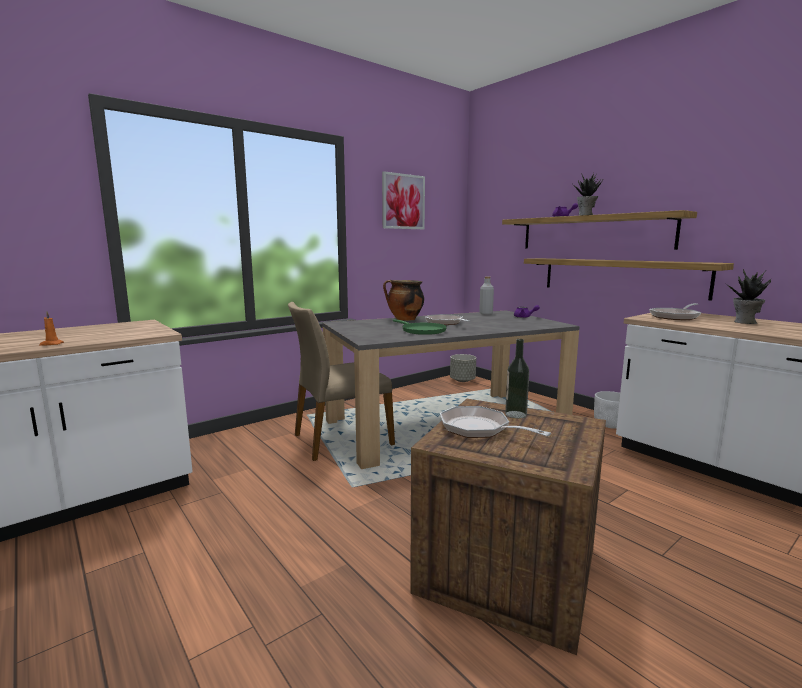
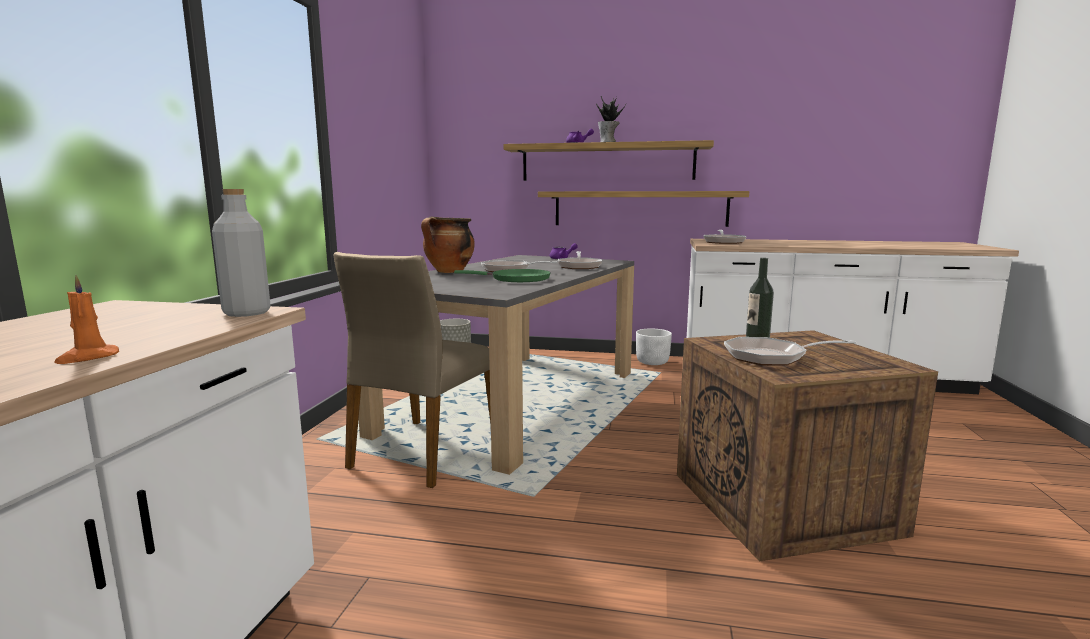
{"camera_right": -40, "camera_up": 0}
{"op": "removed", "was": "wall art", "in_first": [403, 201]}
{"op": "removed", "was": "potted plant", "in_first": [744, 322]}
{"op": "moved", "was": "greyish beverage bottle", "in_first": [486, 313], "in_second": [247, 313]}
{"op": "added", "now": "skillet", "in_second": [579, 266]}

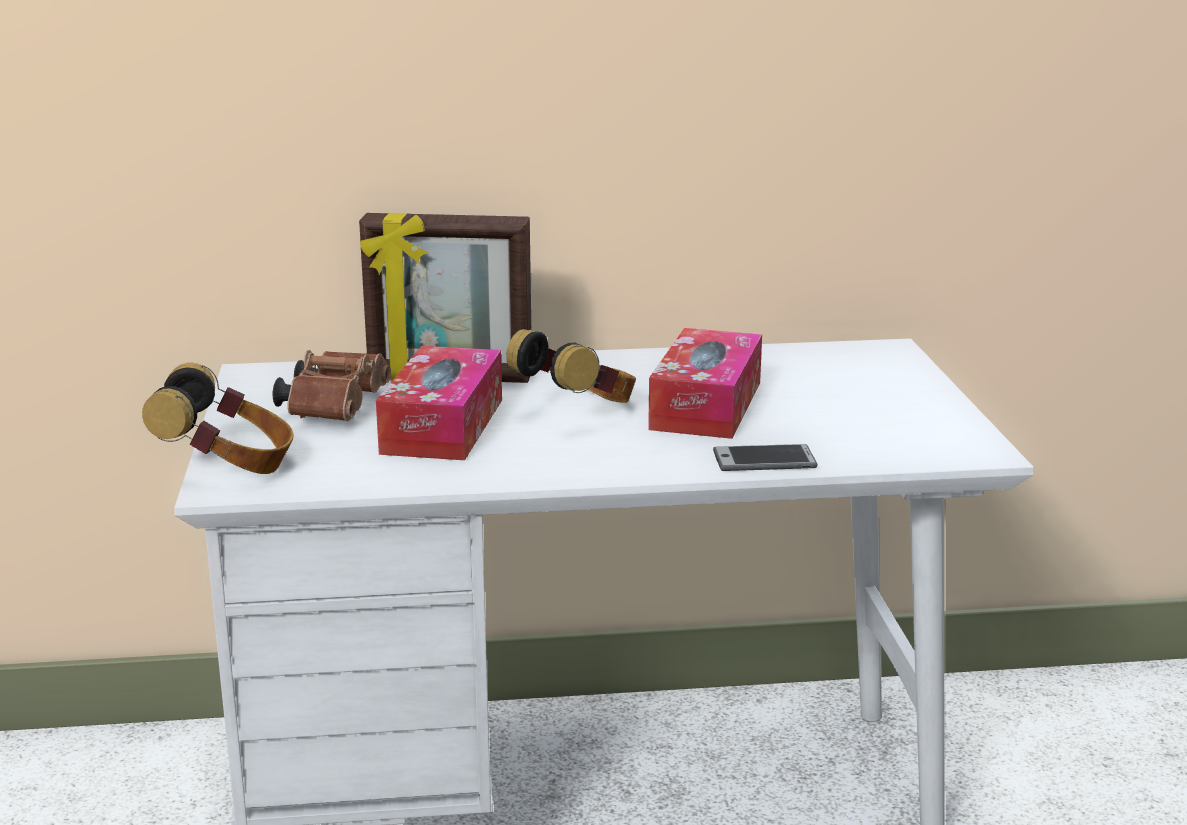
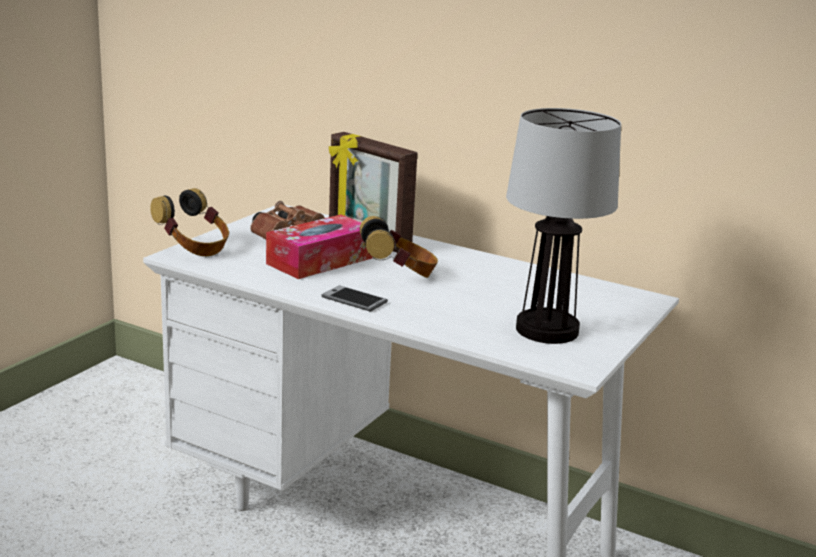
{"camera_right": 35, "camera_up": 0}
{"op": "removed", "was": "tissue box", "in_first": [706, 405]}
{"op": "moved", "was": "phone", "in_first": [764, 460], "in_second": [354, 300]}
{"op": "added", "now": "lamp for a table", "in_second": [548, 330]}

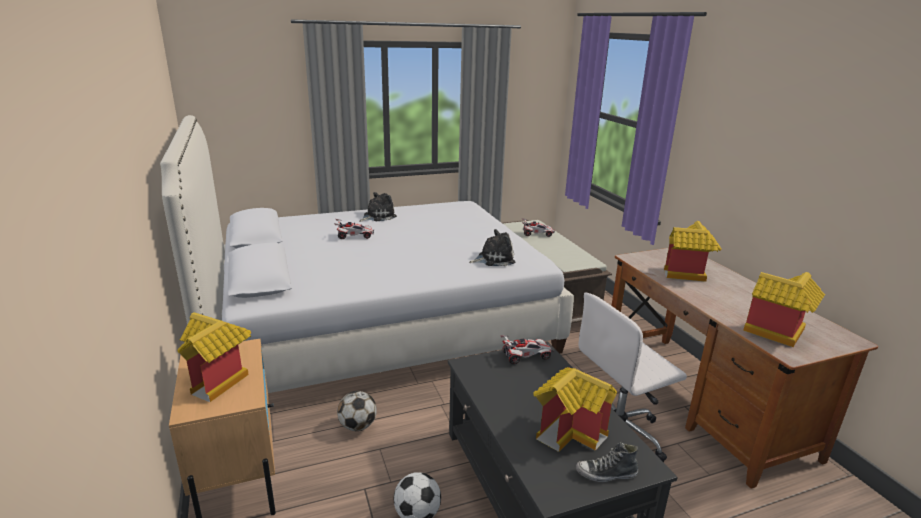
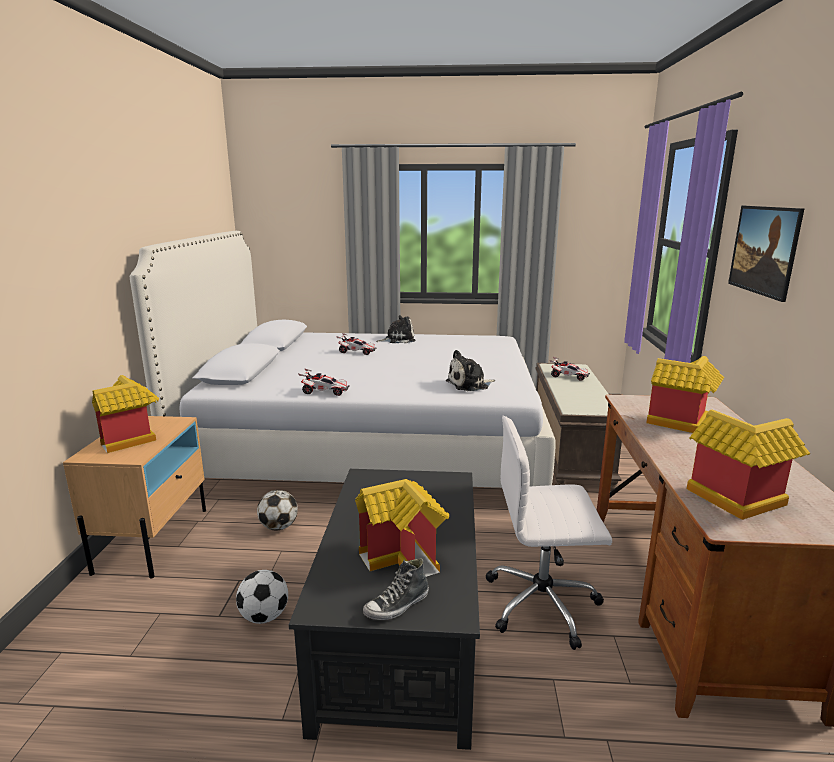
{"camera_right": 25, "camera_up": -5}
{"op": "turned", "was": "cuddly toy", "in_first": [494, 259], "in_second": [469, 385], "clockwise": 150}
{"op": "moved", "was": "toy car", "in_first": [525, 356], "in_second": [325, 392]}
{"op": "turned", "was": "shoe", "in_first": [606, 474], "in_second": [397, 606], "clockwise": -60}
{"op": "added", "now": "wall art", "in_second": [759, 271]}

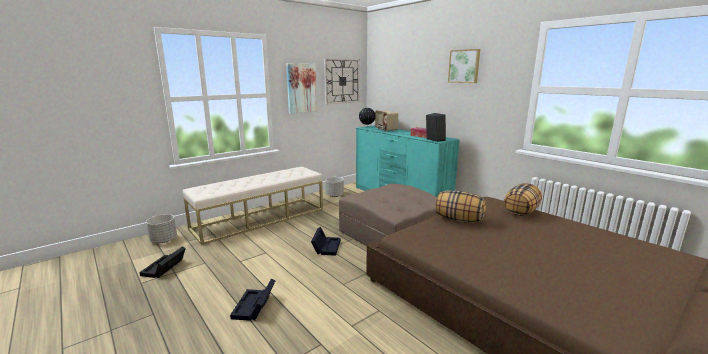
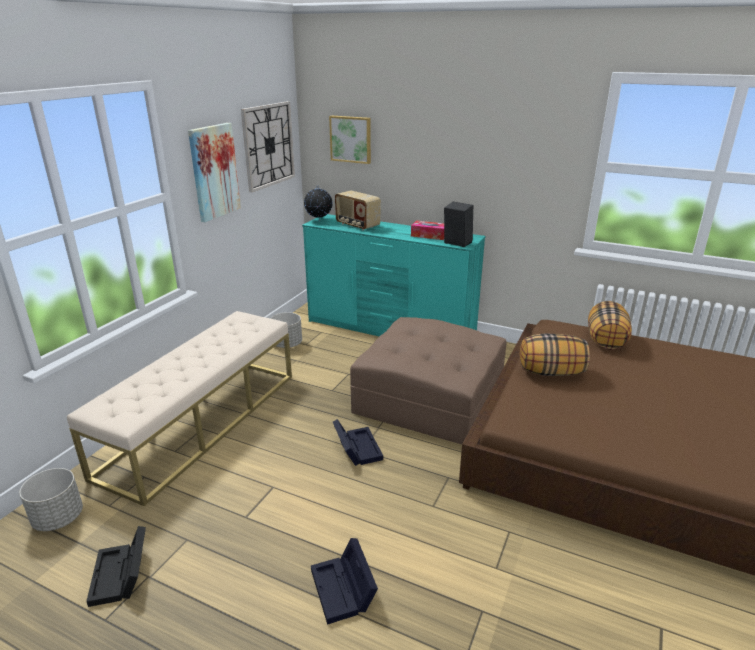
{"camera_right": -25, "camera_up": 10}
{"op": "moved", "was": "wall art", "in_first": [464, 66], "in_second": [351, 139]}

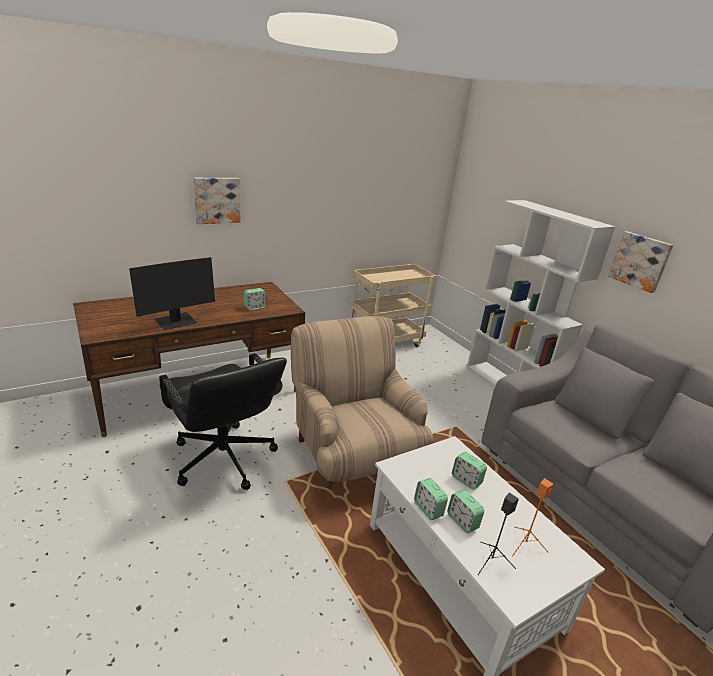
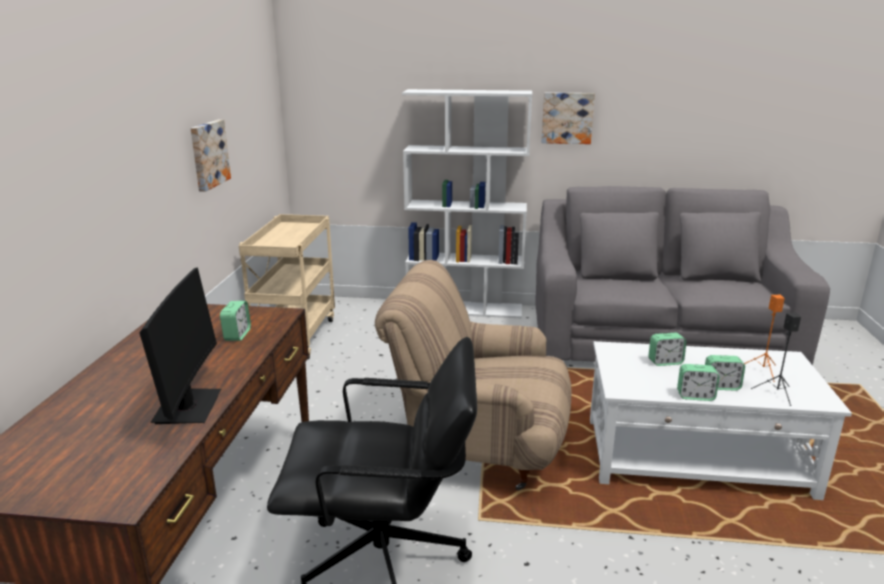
{"camera_right": -50, "camera_up": -5}
{"op": "moved", "was": "wall art", "in_first": [217, 200], "in_second": [208, 154]}

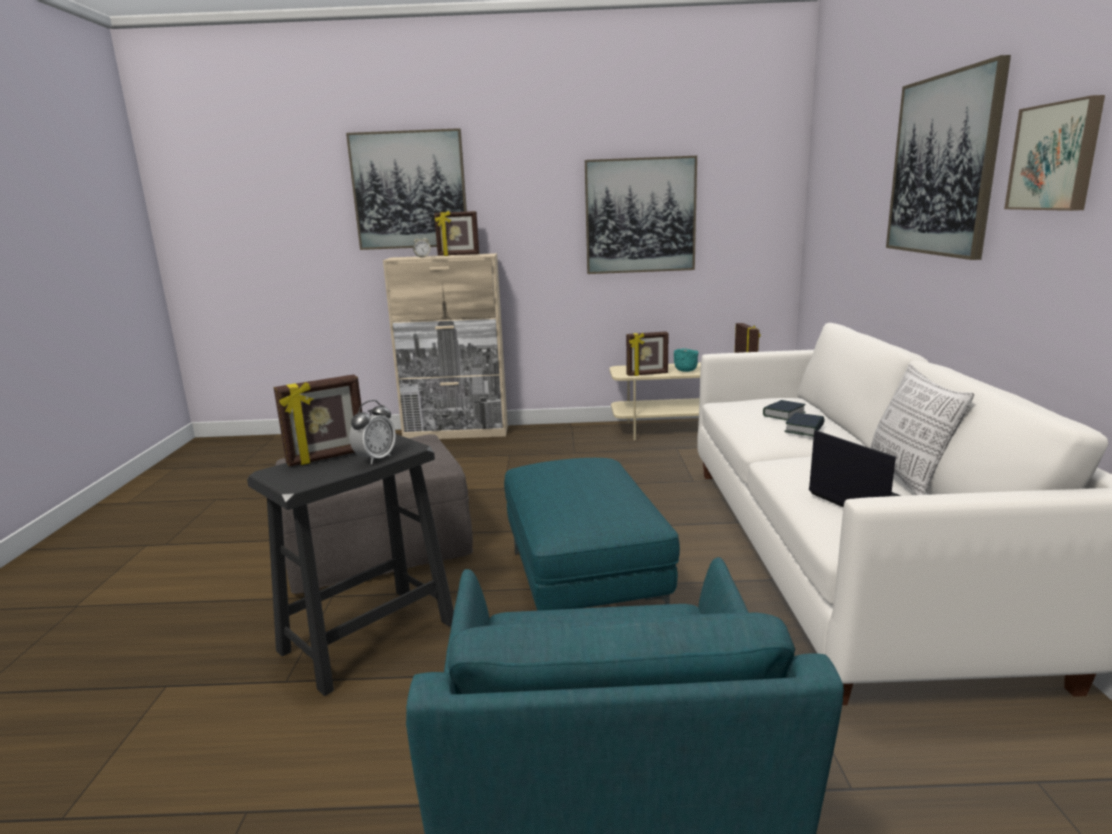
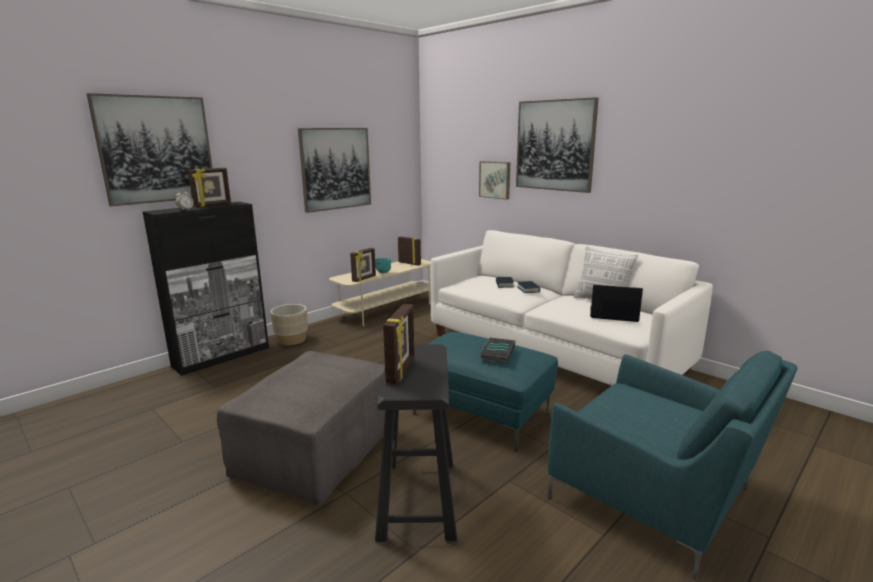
{"camera_right": -45, "camera_up": 0}
{"op": "moved", "was": "wall art", "in_first": [1056, 157], "in_second": [495, 179]}
{"op": "recoloured", "was": "sand-coloured storage cabinet", "now": "black-coloured storage cabinet", "in_first": [457, 433], "in_second": [222, 356]}
{"op": "removed", "was": "bedside clock", "in_first": [375, 459]}
{"op": "added", "now": "sand-coloured planter", "in_second": [292, 340]}
{"op": "added", "now": "volume", "in_second": [497, 353]}

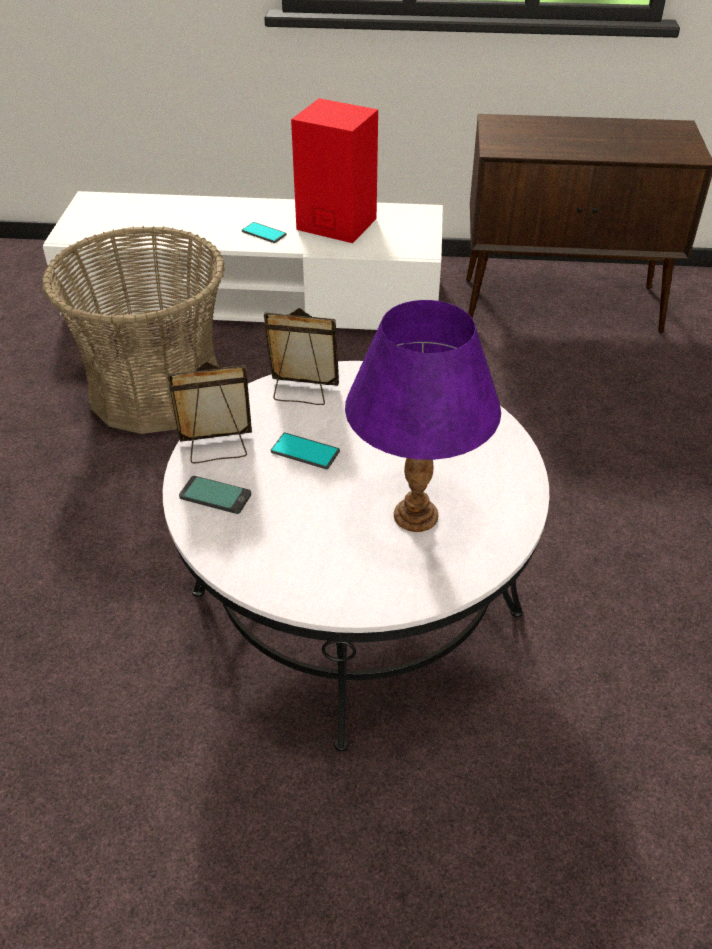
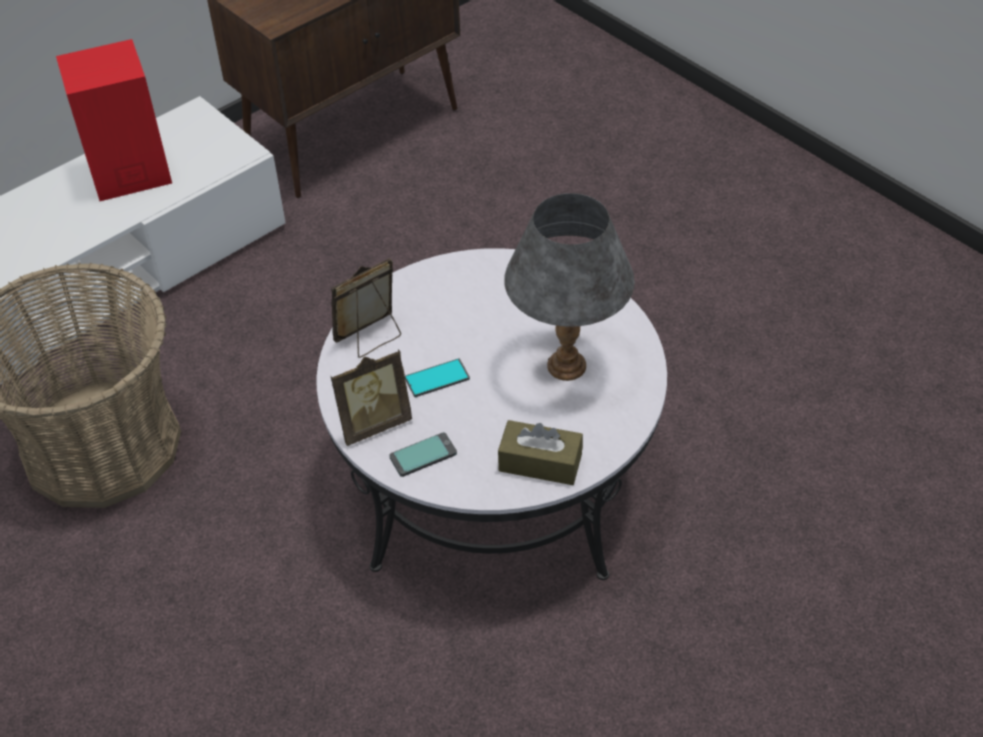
{"camera_right": -45, "camera_up": 5}
{"op": "removed", "was": "phone", "in_first": [264, 233]}
{"op": "recoloured", "was": "purple lamp for a table", "now": "greyish lamp for a table", "in_first": [414, 515], "in_second": [565, 366]}
{"op": "turned", "was": "standing frame", "in_first": [217, 448], "in_second": [373, 423], "clockwise": -150}
{"op": "added", "now": "brownish tissue box", "in_second": [540, 463]}

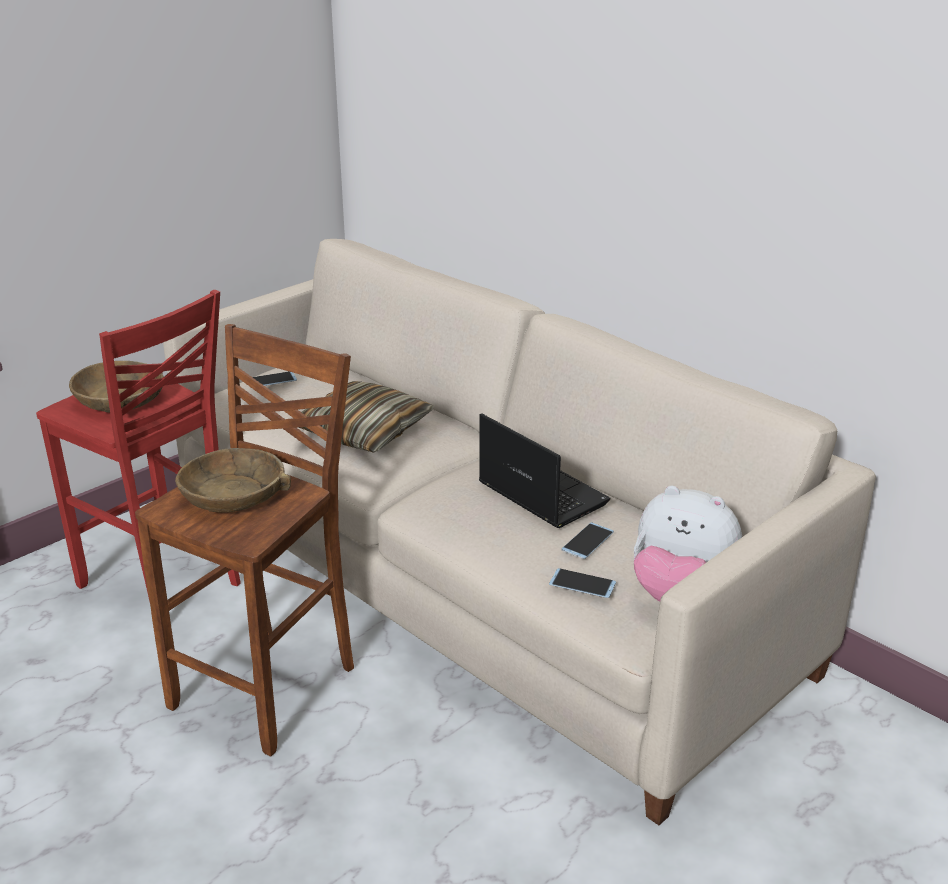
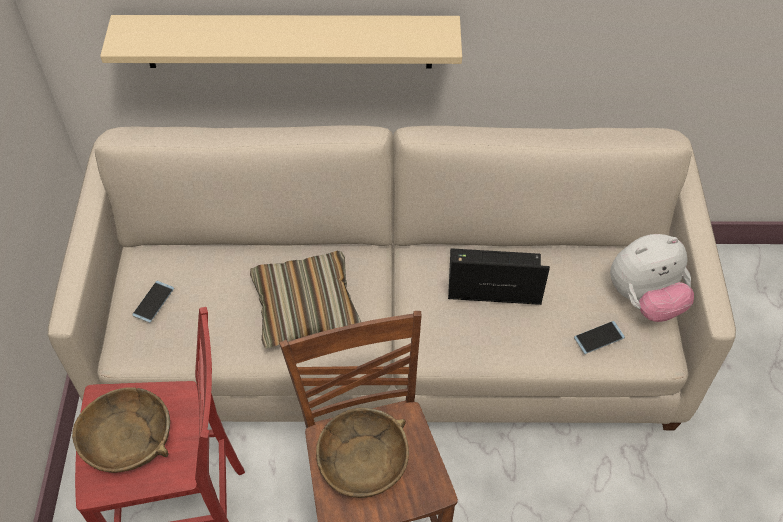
{"camera_right": -45, "camera_up": 25}
{"op": "removed", "was": "phone", "in_first": [587, 541]}
{"op": "added", "now": "sand-coloured shelf", "in_second": [288, 41]}

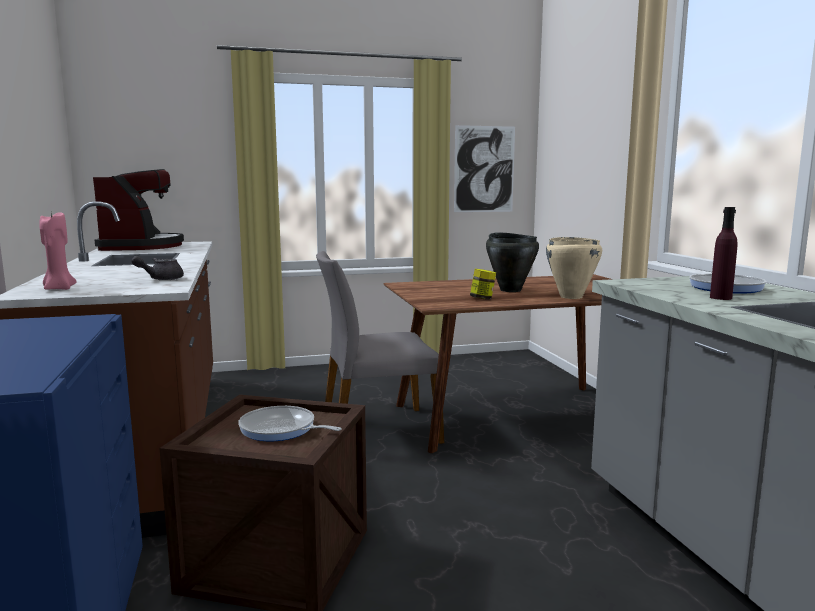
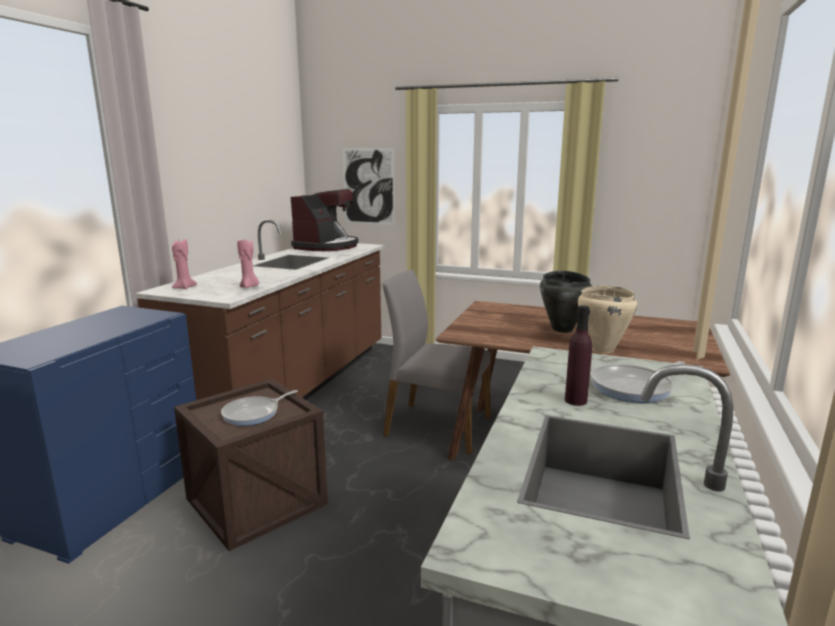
{"camera_right": 35, "camera_up": 5}
{"op": "moved", "was": "wall art", "in_first": [484, 169], "in_second": [368, 186]}
{"op": "replaced", "was": "greyish teapot", "now": "pink wax candle", "in_first": [161, 279], "in_second": [249, 287]}
{"op": "removed", "was": "jar", "in_first": [482, 299]}
{"op": "turned", "was": "skillet", "in_first": [281, 429], "in_second": [254, 413], "clockwise": -105}

